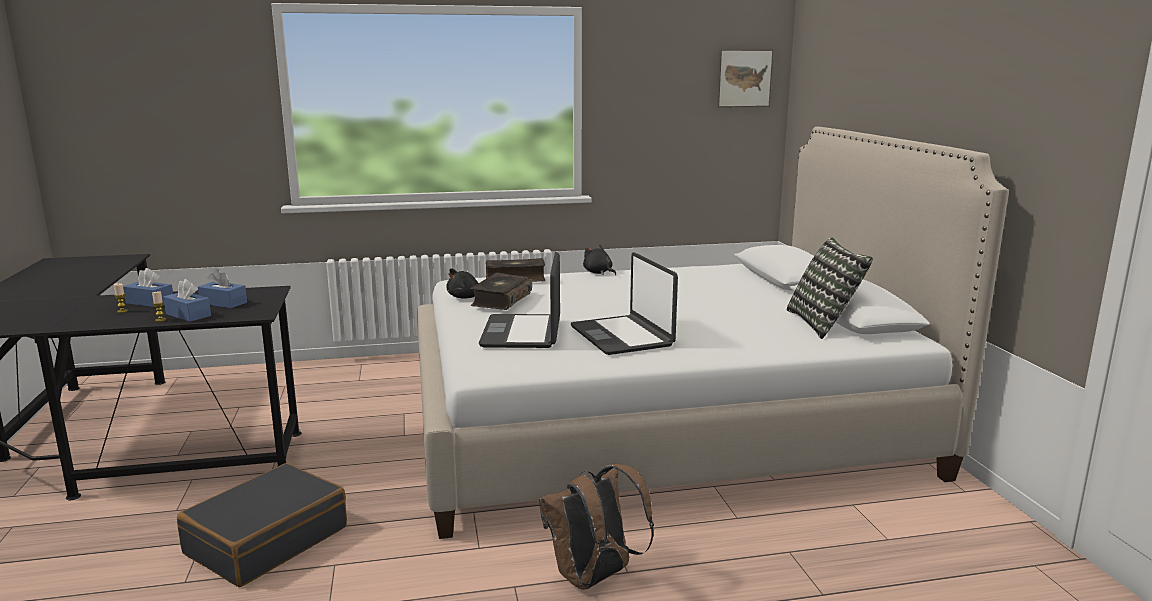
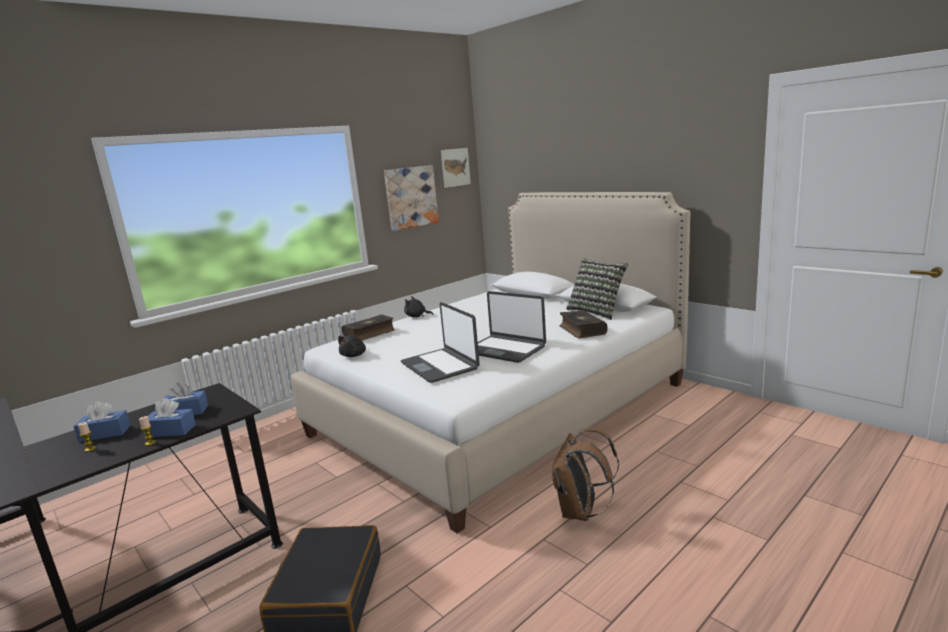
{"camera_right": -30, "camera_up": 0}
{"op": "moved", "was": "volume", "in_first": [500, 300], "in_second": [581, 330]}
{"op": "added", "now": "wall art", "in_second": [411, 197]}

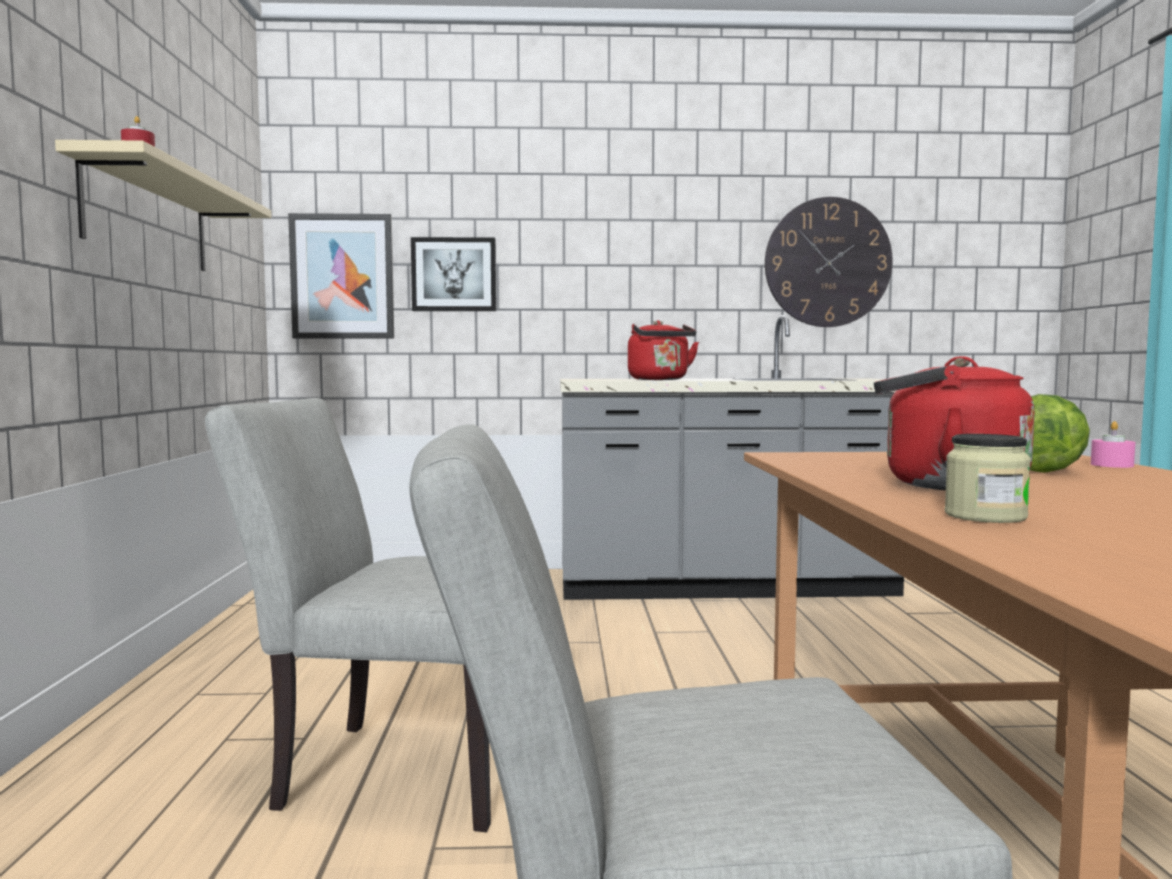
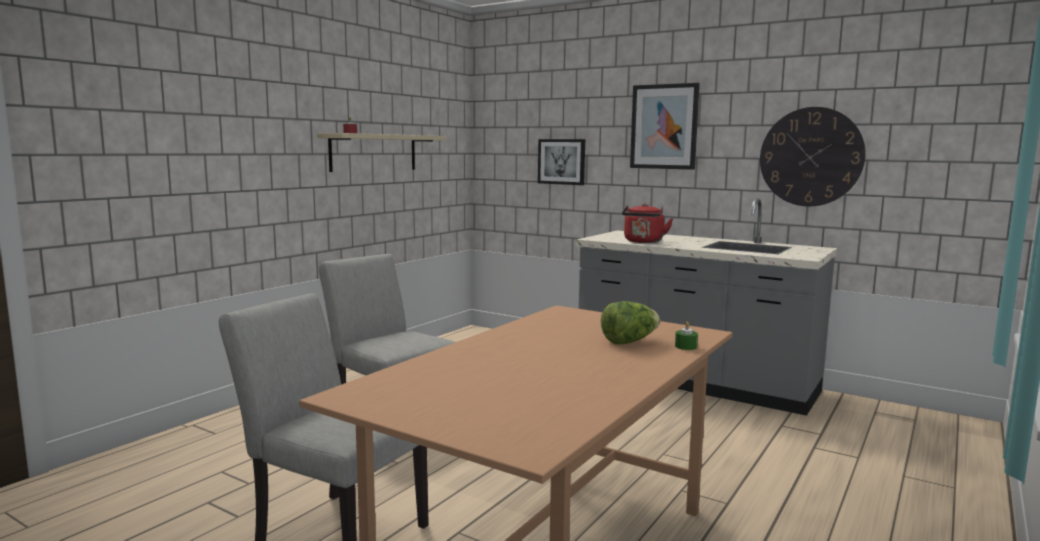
{"camera_right": 35, "camera_up": 5}
{"op": "moved", "was": "wall art", "in_first": [342, 277], "in_second": [664, 126]}
{"op": "removed", "was": "red kettle", "in_first": [944, 486]}
{"op": "recoloured", "was": "pink wax candle", "now": "green-coloured wax candle", "in_first": [1112, 465], "in_second": [686, 346]}
{"op": "removed", "was": "jar", "in_first": [985, 516]}

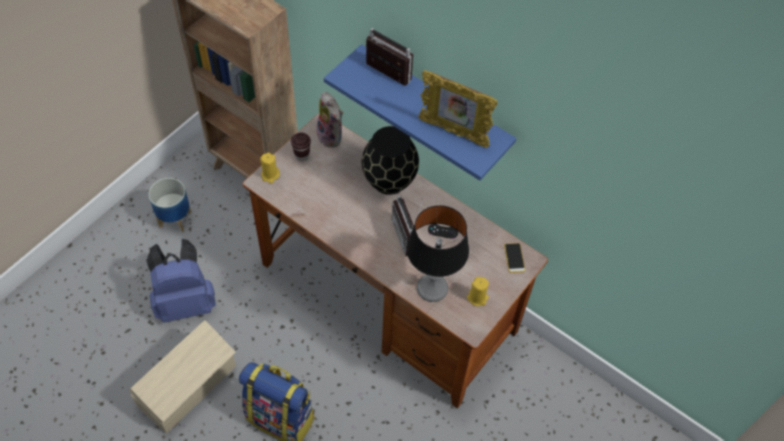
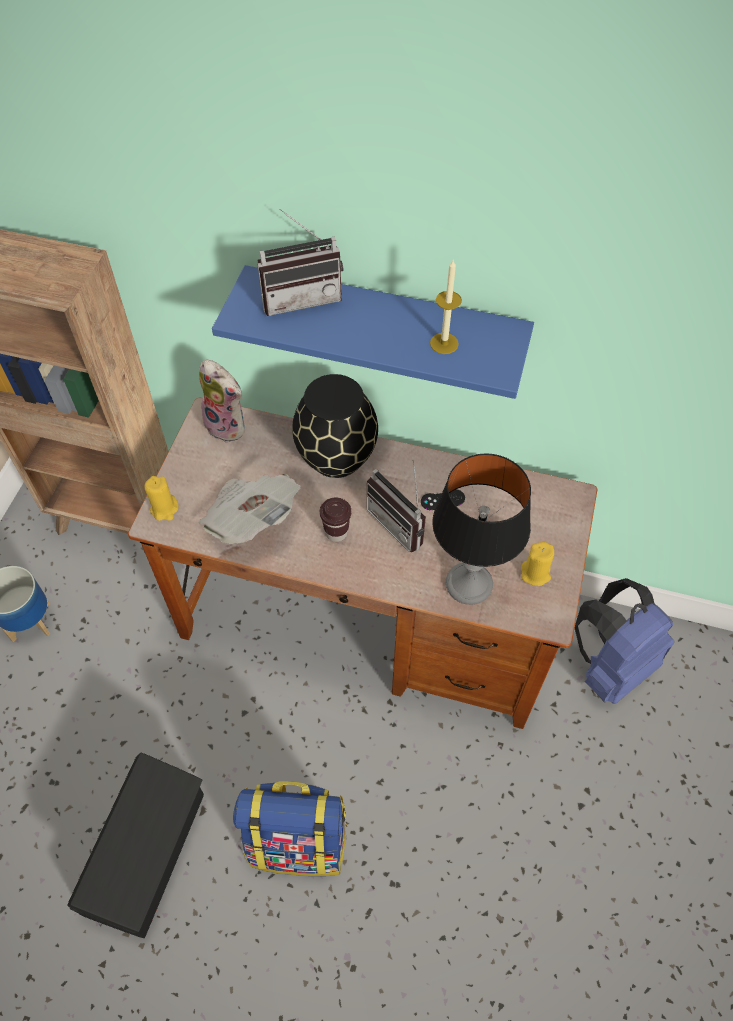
{"camera_right": -20, "camera_up": 0}
{"op": "turned", "was": "radio", "in_first": [384, 75], "in_second": [301, 297], "clockwise": 150}
{"op": "replaced", "was": "standing frame", "now": "wax candle", "in_first": [453, 132], "in_second": [444, 343]}
{"op": "moved", "was": "brownish drinking cup", "in_first": [302, 156], "in_second": [336, 532]}
{"op": "moved", "was": "bluish rucksack", "in_first": [186, 302], "in_second": [610, 665]}
{"op": "removed", "was": "phone", "in_first": [514, 258]}
{"op": "recoloured", "was": "sand-coloured storage bin", "now": "black-coloured storage bin", "in_first": [189, 386], "in_second": [148, 852]}
{"op": "added", "now": "daily paper", "in_second": [251, 519]}

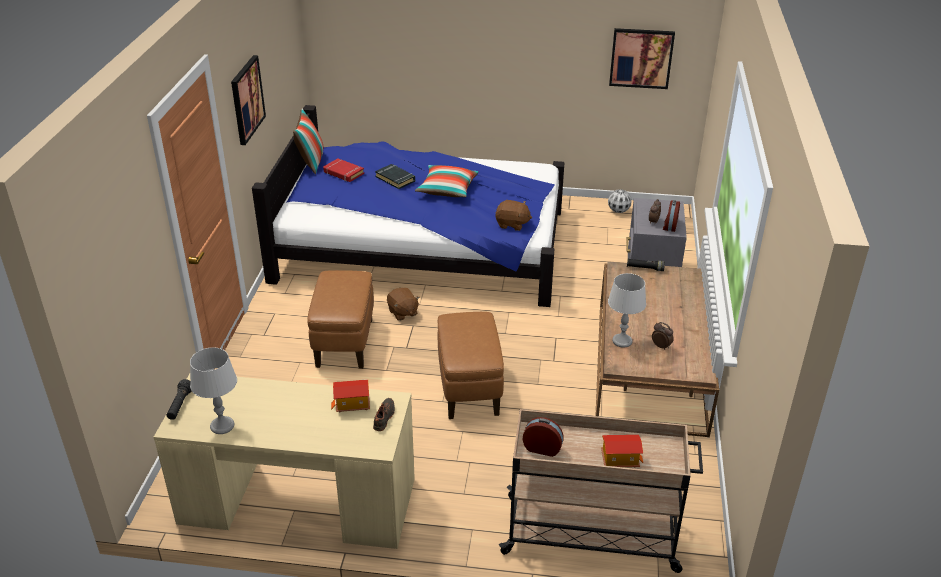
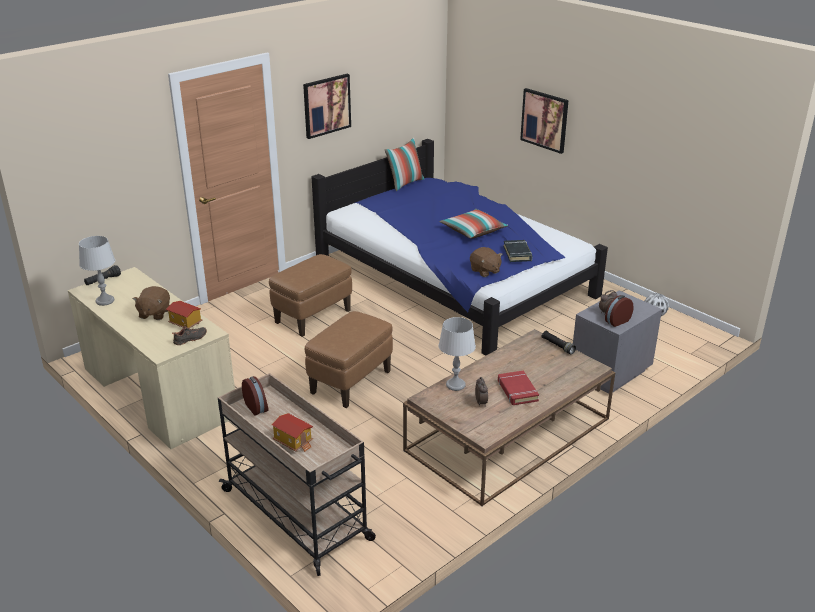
{"camera_right": 40, "camera_up": -5}
{"op": "moved", "was": "wall art", "in_first": [641, 58], "in_second": [544, 120]}
{"op": "moved", "was": "red volume", "in_first": [343, 173], "in_second": [517, 391]}
{"op": "moved", "was": "black-coloured volume", "in_first": [395, 179], "in_second": [517, 253]}
{"op": "moved", "was": "brownish cuddly toy", "in_first": [402, 312], "in_second": [154, 313]}

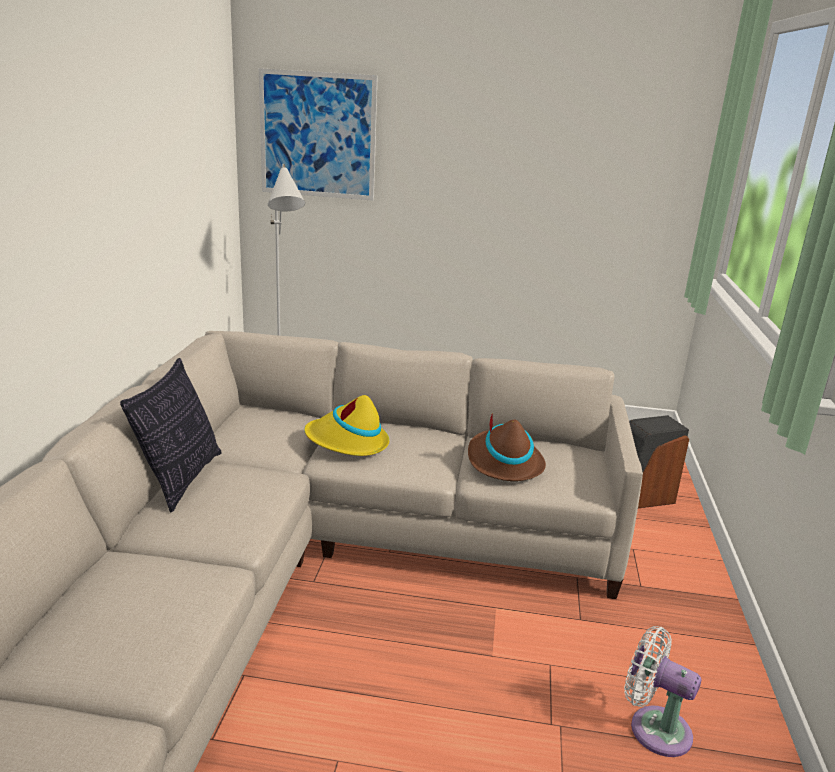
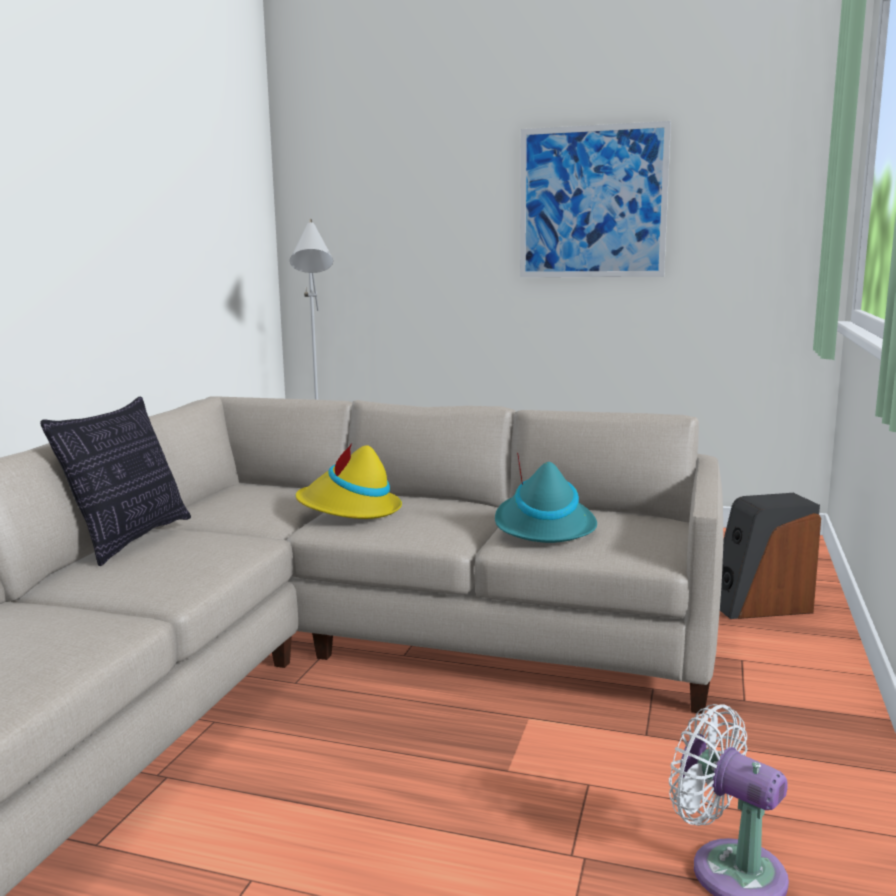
{"camera_right": 10, "camera_up": -10}
{"op": "moved", "was": "wall art", "in_first": [317, 135], "in_second": [592, 202]}
{"op": "recoloured", "was": "brownish clothing hat", "now": "blue-green clothing hat", "in_first": [503, 462], "in_second": [543, 526]}

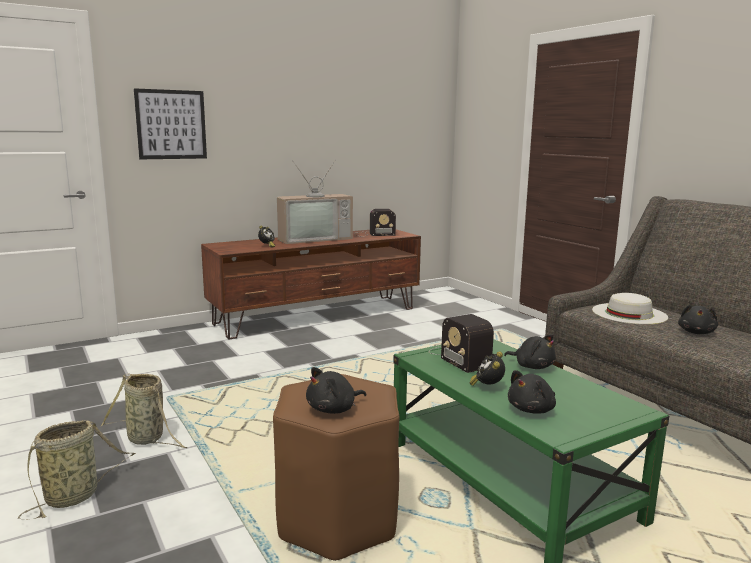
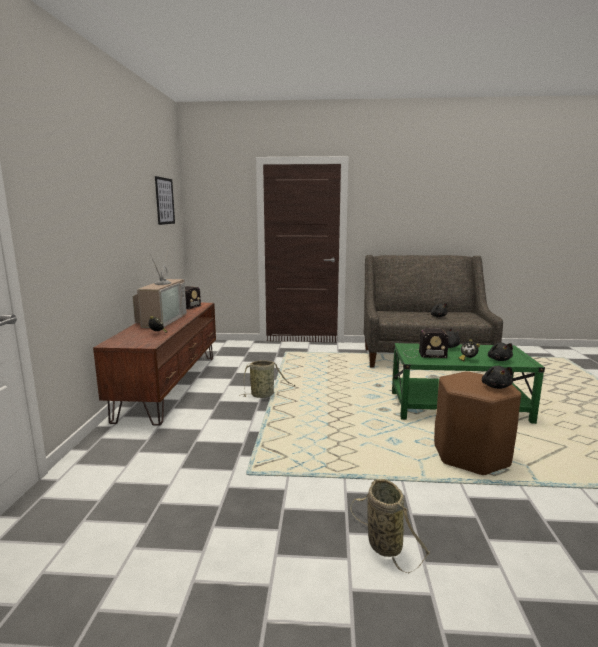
{"camera_right": -55, "camera_up": 0}
{"op": "moved", "was": "wall art", "in_first": [171, 124], "in_second": [164, 201]}
{"op": "removed", "was": "whitish clothing hat", "in_first": [629, 313]}
{"op": "moved", "was": "household basket", "in_first": [147, 439], "in_second": [264, 395]}

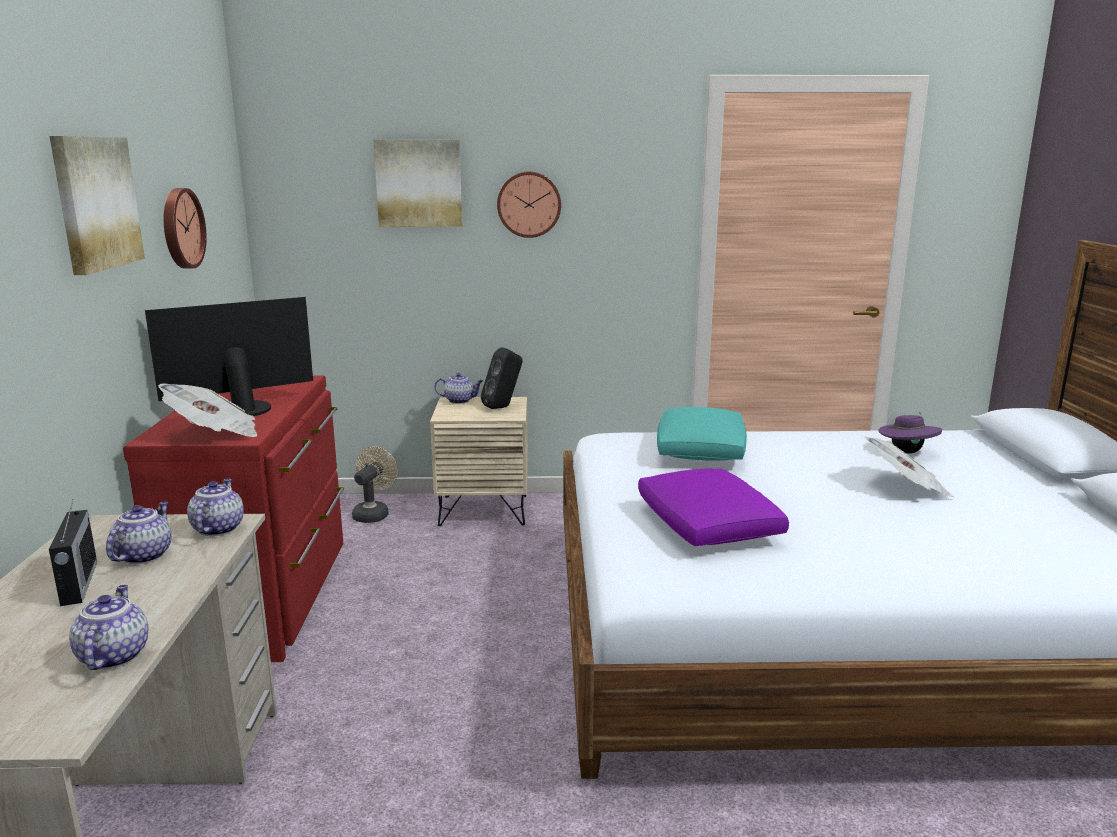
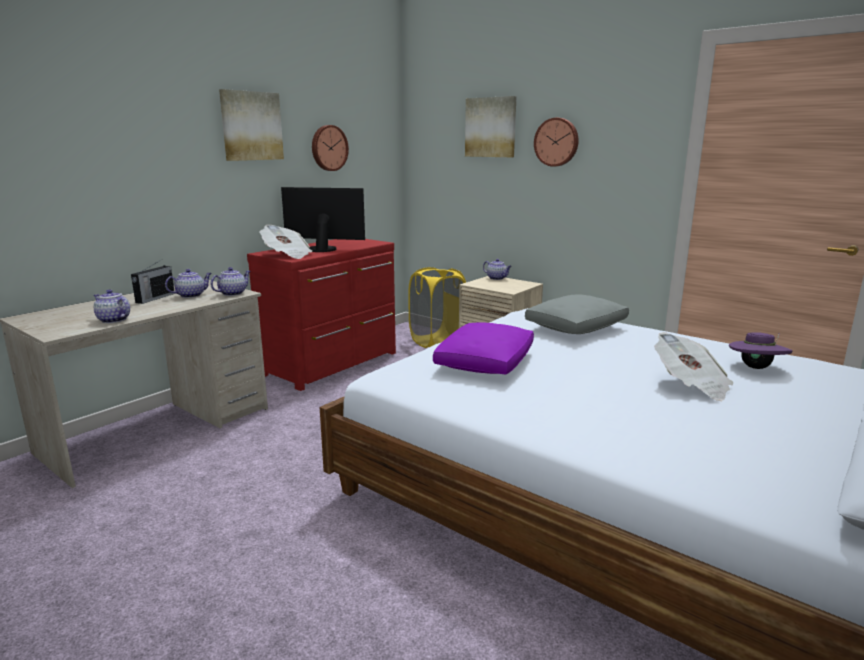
{"camera_right": 40, "camera_up": 0}
{"op": "removed", "was": "black-coloured loudspeaker", "in_first": [503, 407]}
{"op": "recoloured", "was": "blue-green pillow", "now": "greyish pillow", "in_first": [700, 450], "in_second": [575, 327]}
{"op": "replaced", "was": "sand-coloured electric fan", "now": "yellow-coloured washing basket", "in_first": [373, 513], "in_second": [437, 342]}
{"op": "turned", "was": "teapot", "in_first": [113, 655], "in_second": [113, 320], "clockwise": -90}

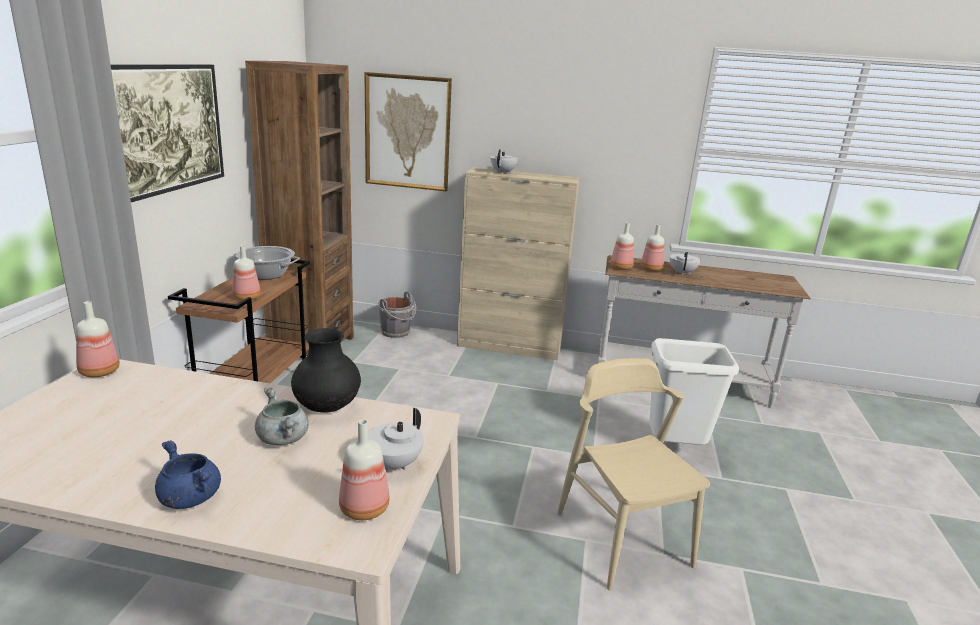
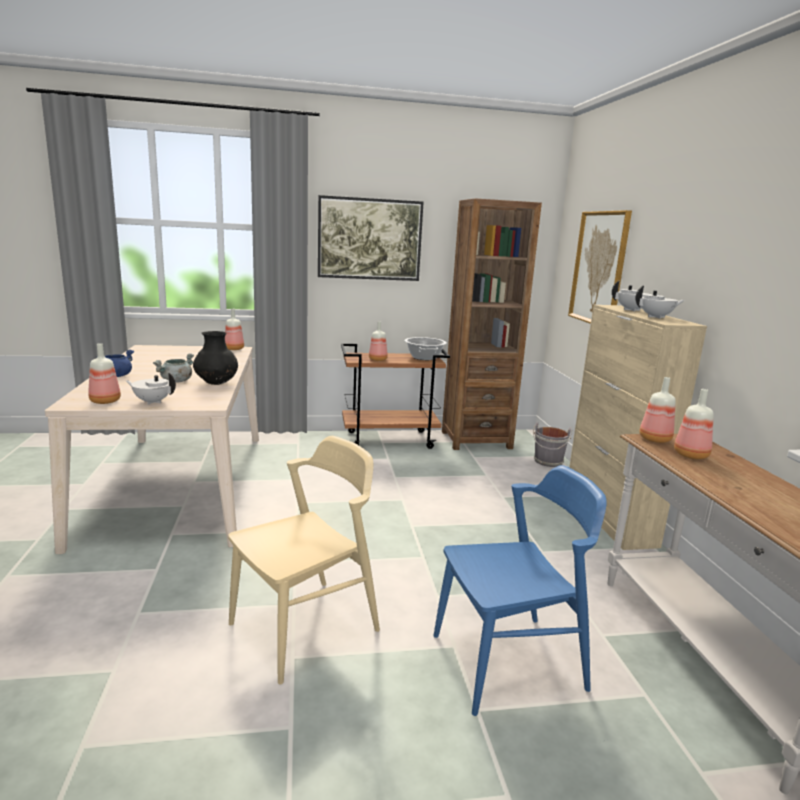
{"camera_right": 70, "camera_up": -5}
{"op": "moved", "was": "whitish teapot", "in_first": [682, 273], "in_second": [656, 317]}
{"op": "replaced", "was": "whitish waste bin", "now": "bluish plain chair", "in_first": [675, 450], "in_second": [508, 661]}

